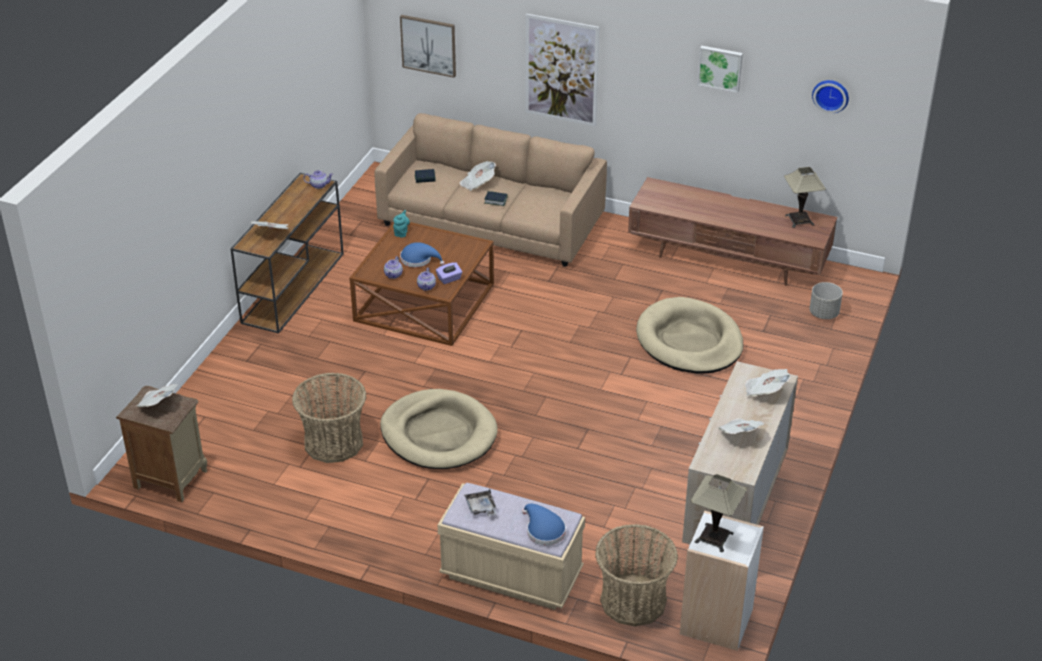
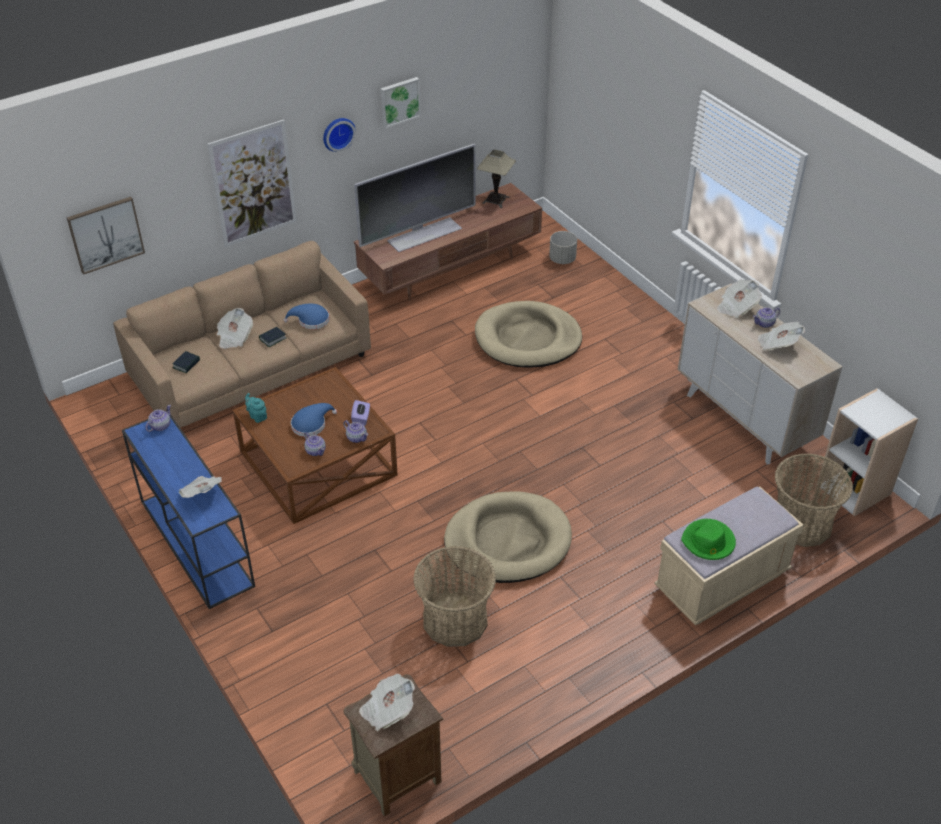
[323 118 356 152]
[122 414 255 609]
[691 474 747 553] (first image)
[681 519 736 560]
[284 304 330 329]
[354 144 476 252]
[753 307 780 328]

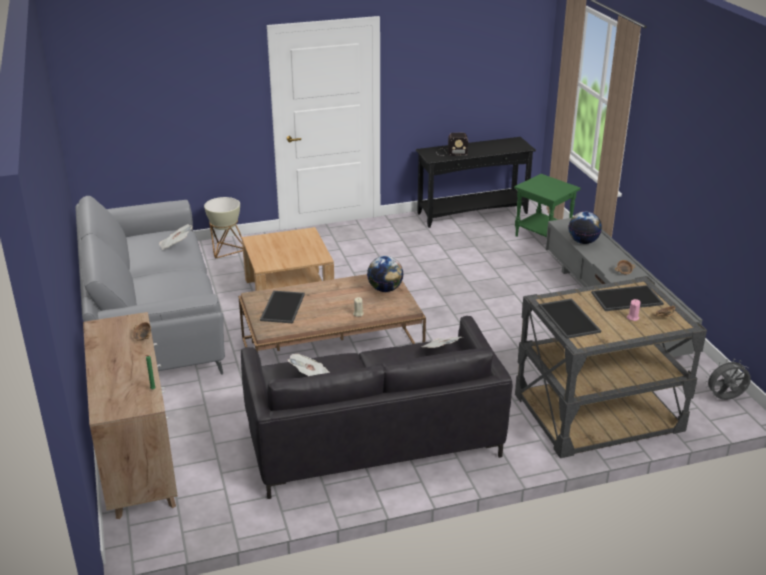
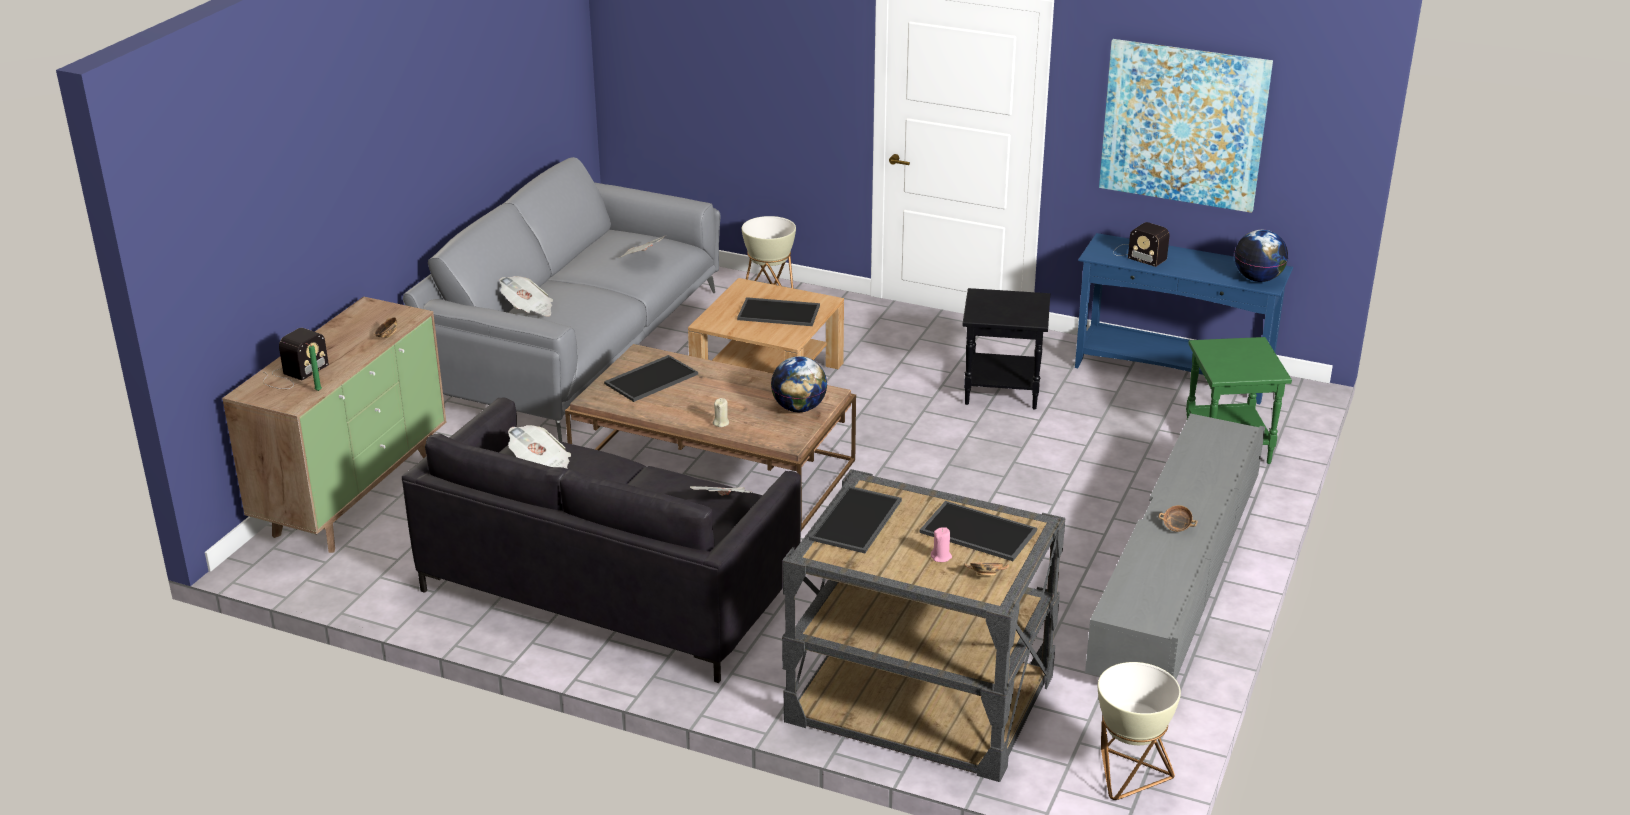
[1075 233 1293 404]
[1234 230 1288 282]
[1098 662 1181 800]
[1099 39 1273 213]
[499 276 553 316]
[962 288 1050 410]
[737 297 820 326]
[263 328 329 389]

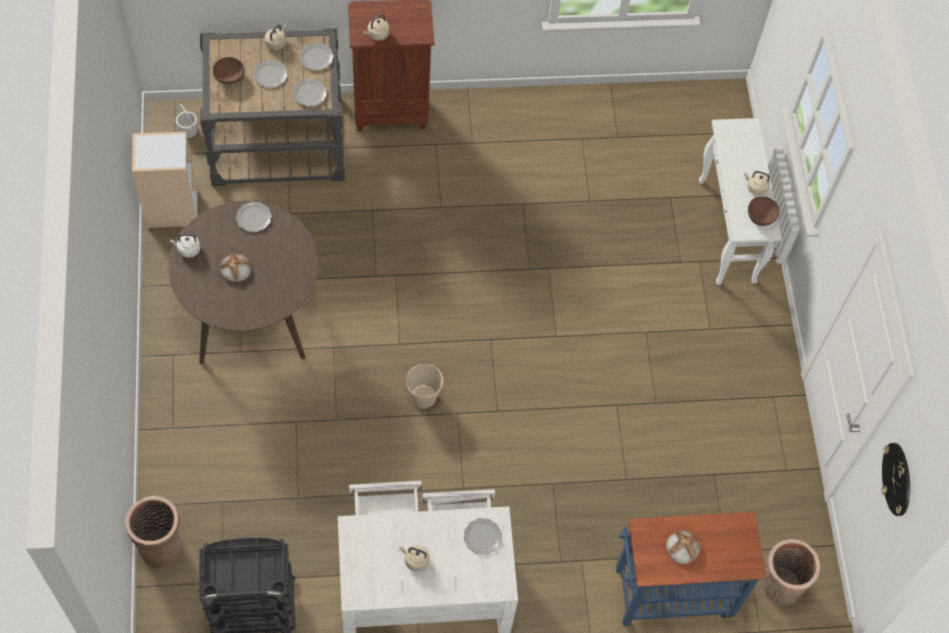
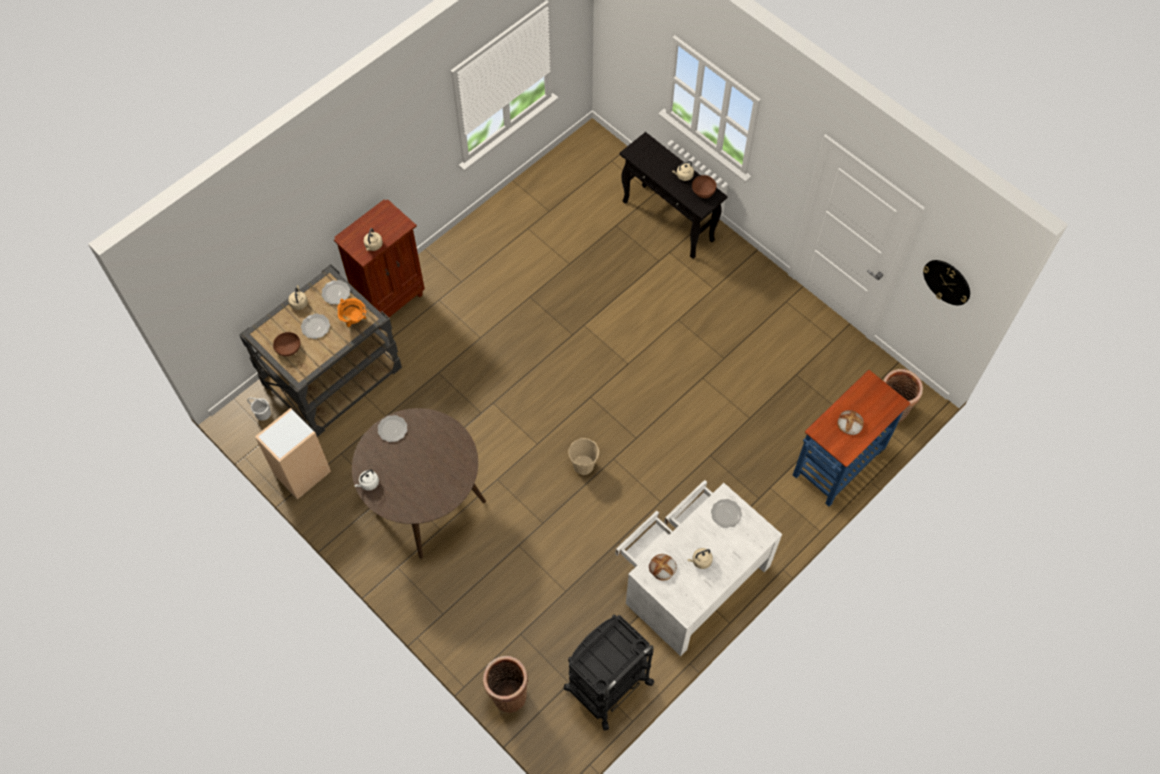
[337 298 367 327]
[620 132 727 259]
[649 554 677 581]

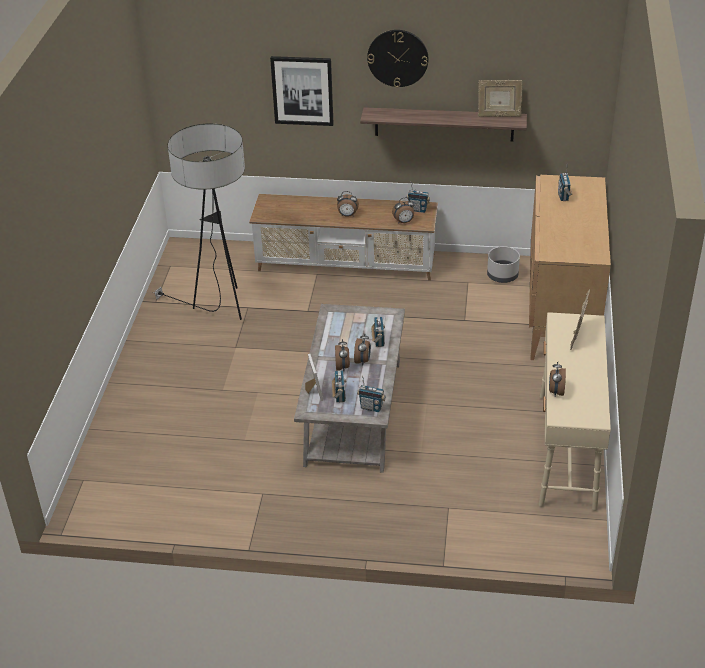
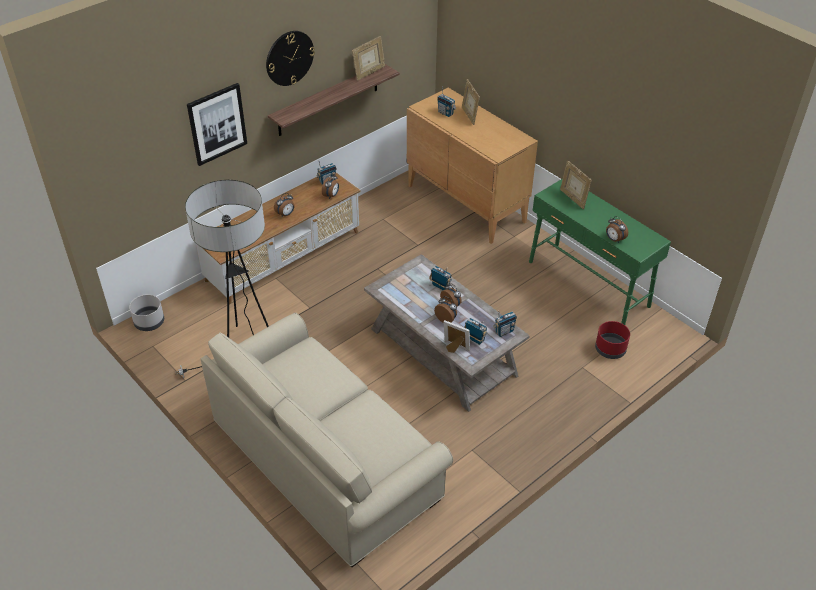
[129 294 164 331]
[529 179 671 325]
[462 79 480 125]
[201 312 453 567]
[595 321 630 359]

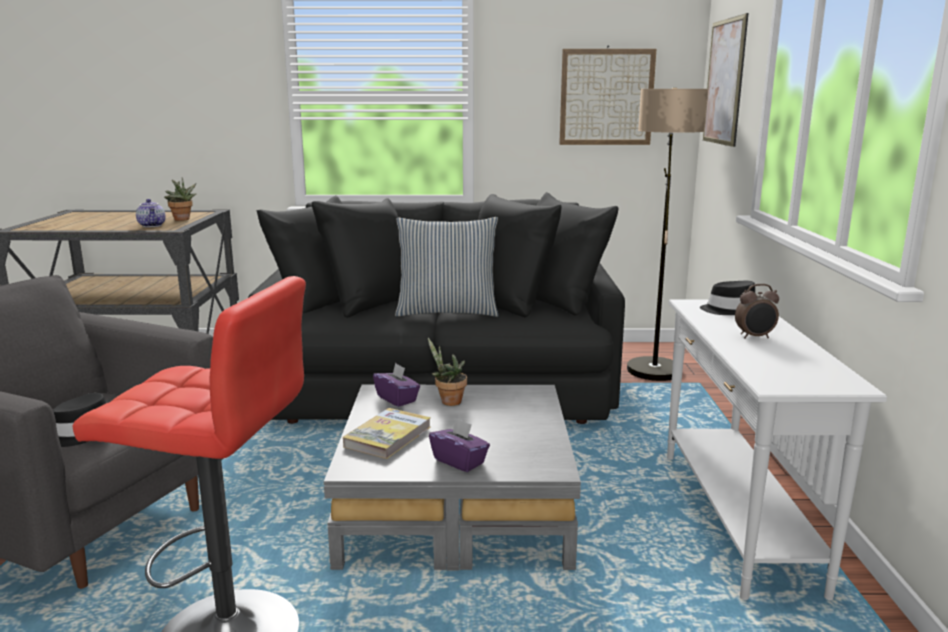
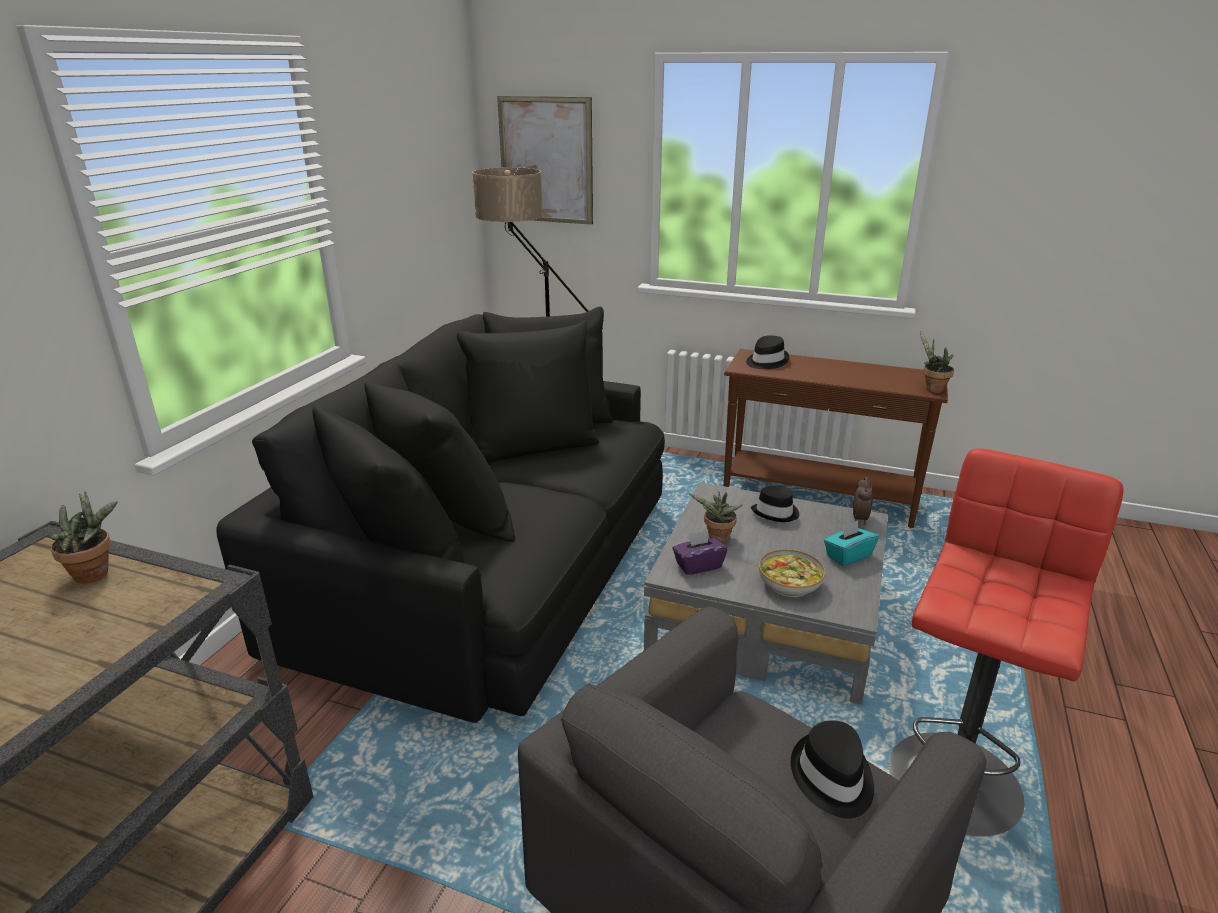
[559 45 656 145] (first image)
[136 199 166 227] (first image)
[395 217 499 317] (first image)
[853 477 873 525]
[723 349 948 528]
[759 549 825 597]
[824 520 879 566]
[920 331 954 393]
[751 485 799 522]

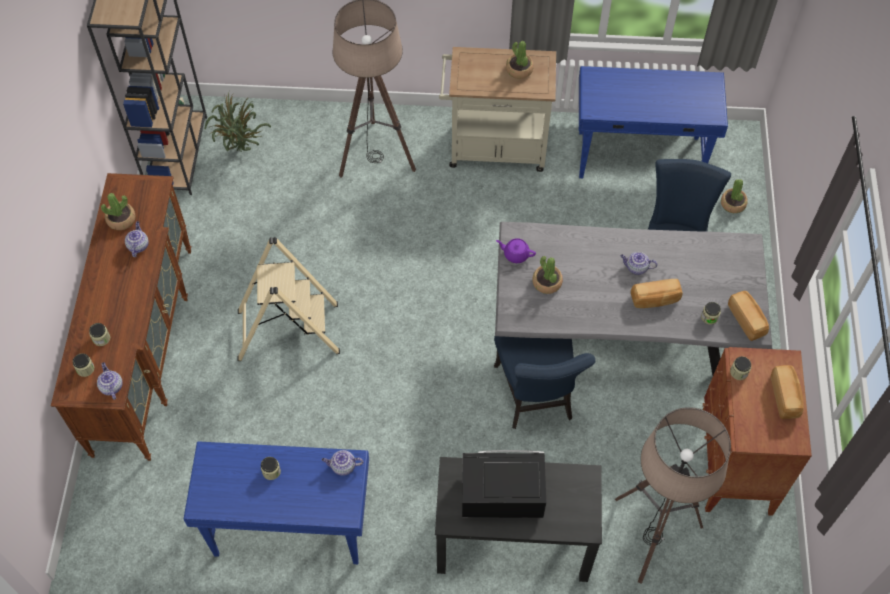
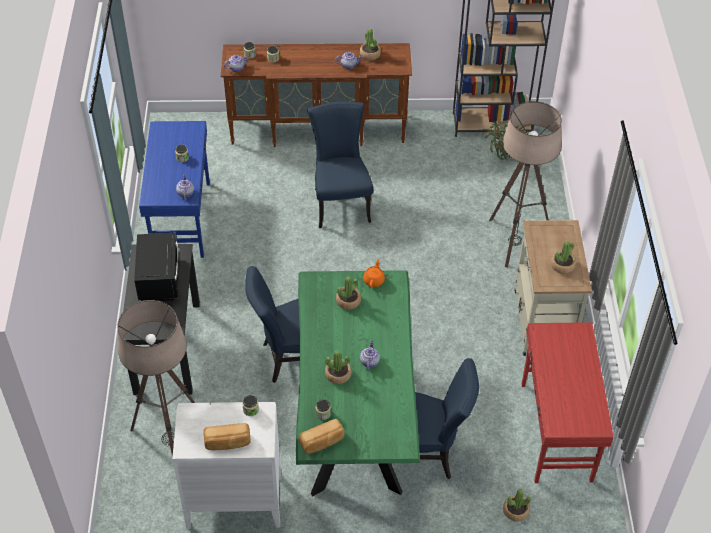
[522 322 614 483]
[296 270 420 496]
[307 102 373 228]
[363 259 385 288]
[325 351 352 384]
[172 402 281 529]

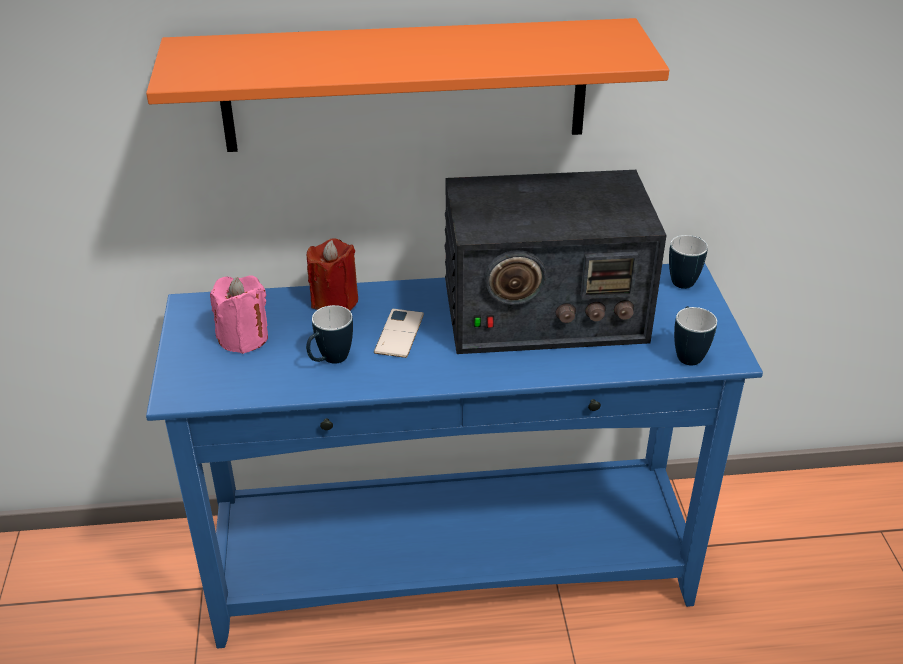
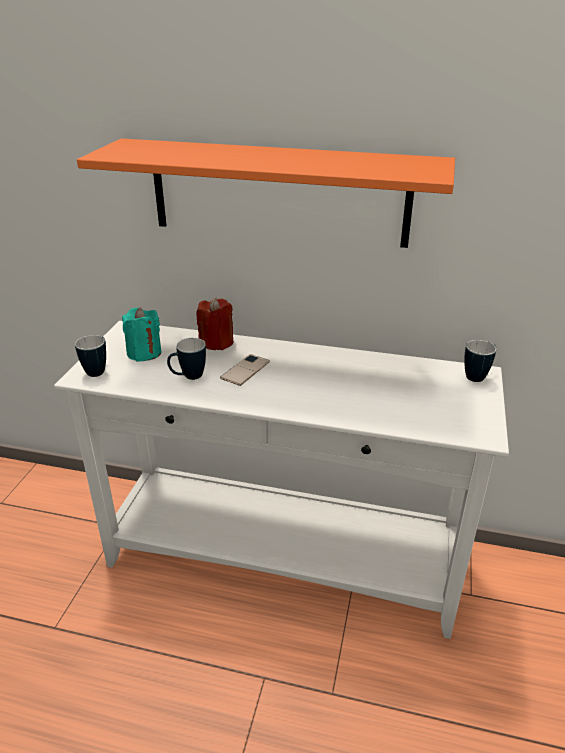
[444 170 667 354] (first image)
[54 321 509 639]
[122 307 162 362]
[75 335 106 377]

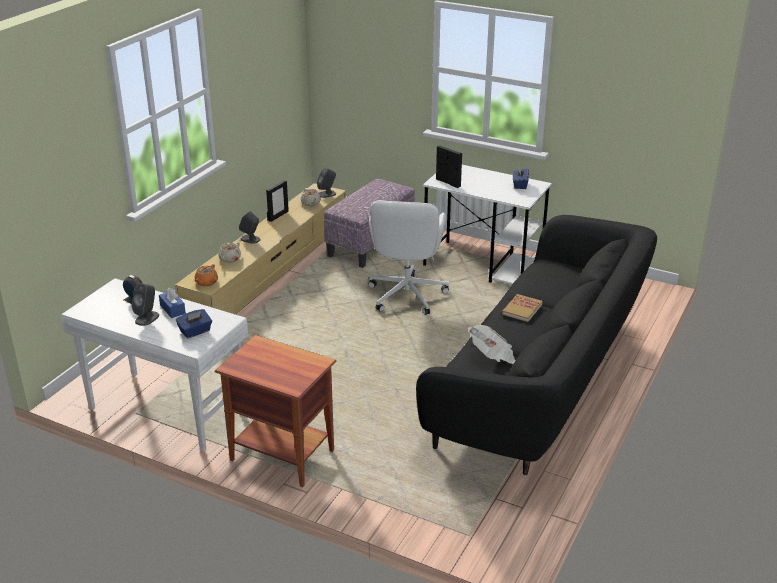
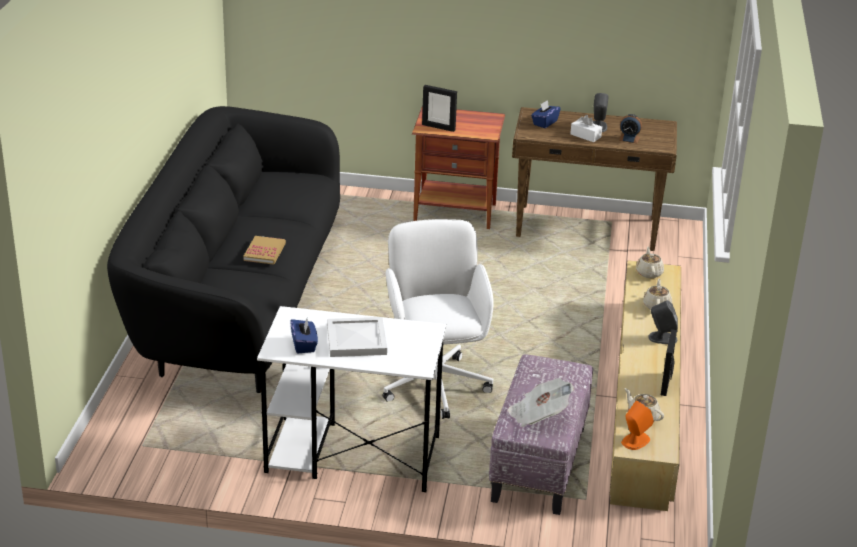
[422 85 457 132]
[621 401 654 450]
[636 247 664 278]
[512 107 677 251]
[570 115 602 142]
[508 378 574 427]
[327 317 387 357]

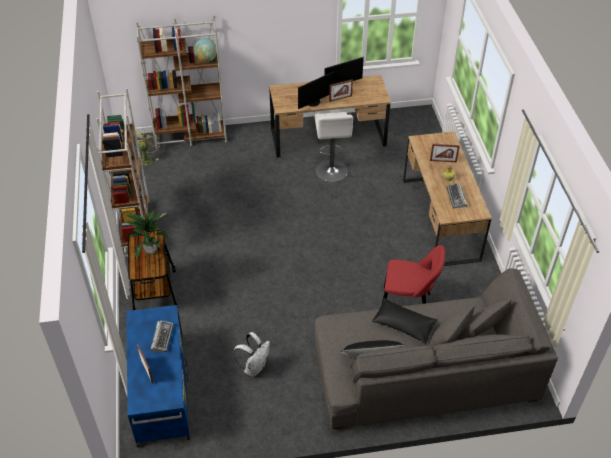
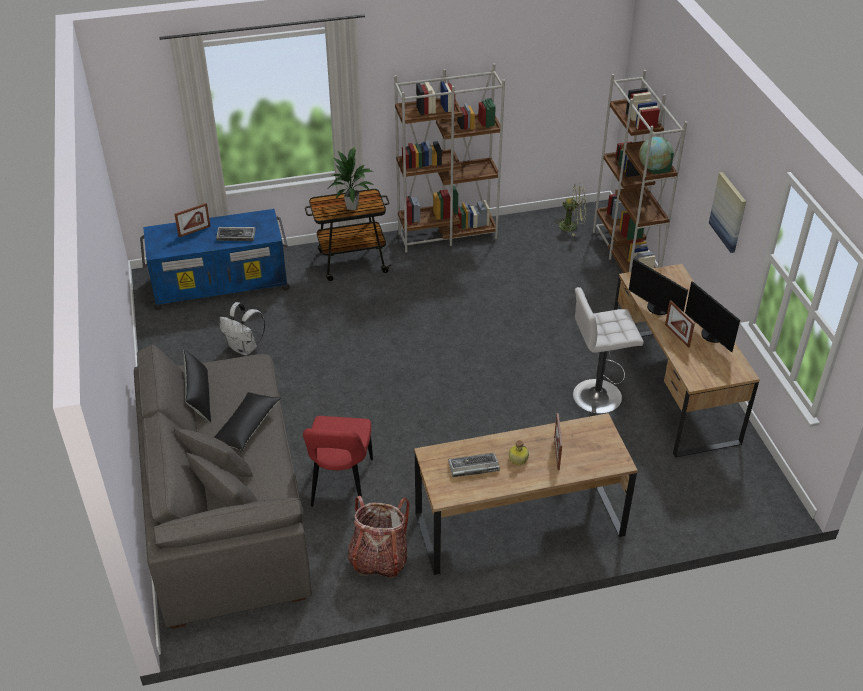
[709 172 746 253]
[348 496 409 578]

